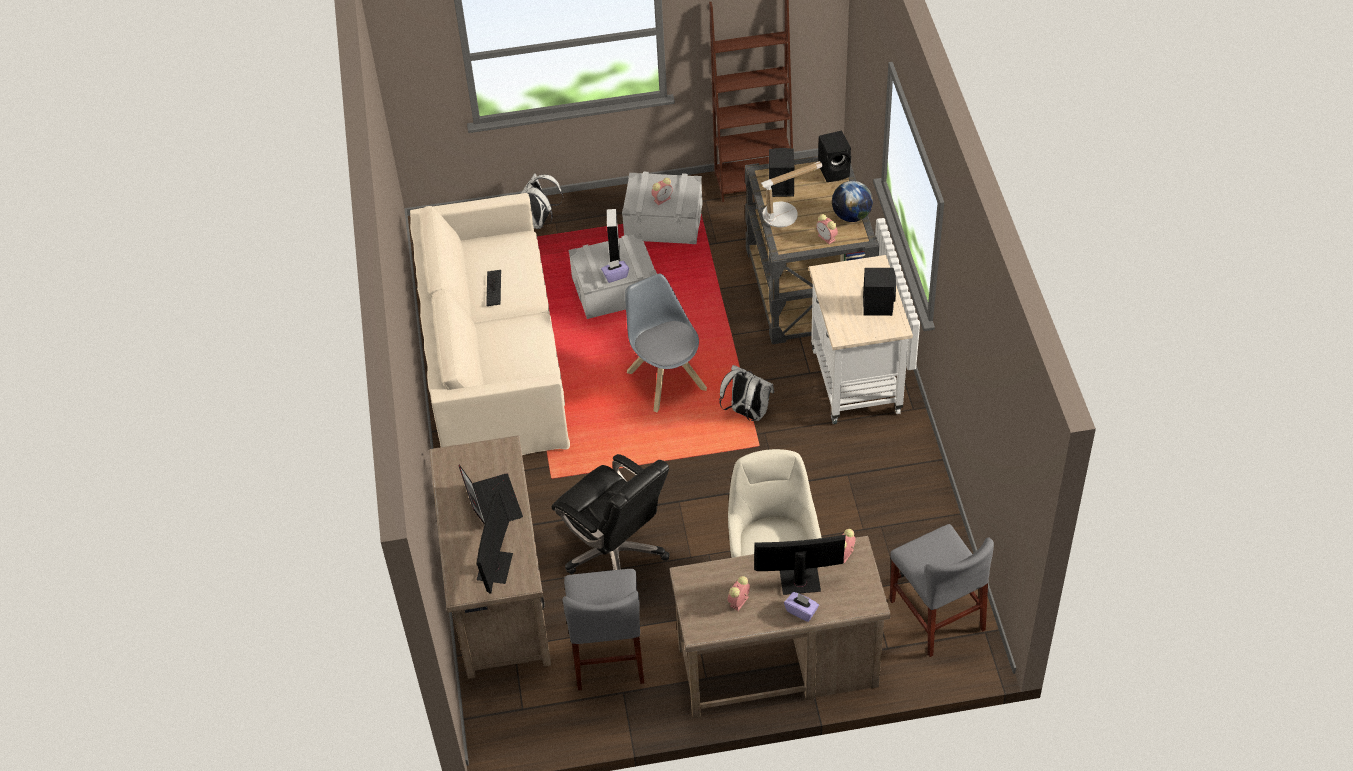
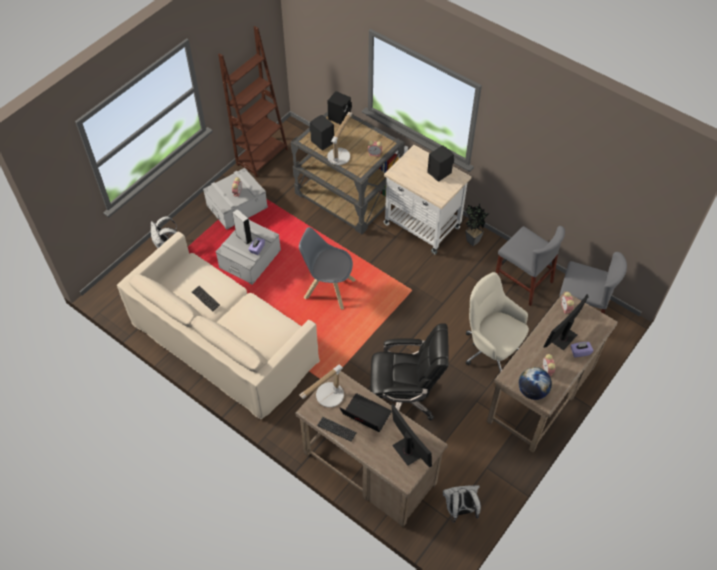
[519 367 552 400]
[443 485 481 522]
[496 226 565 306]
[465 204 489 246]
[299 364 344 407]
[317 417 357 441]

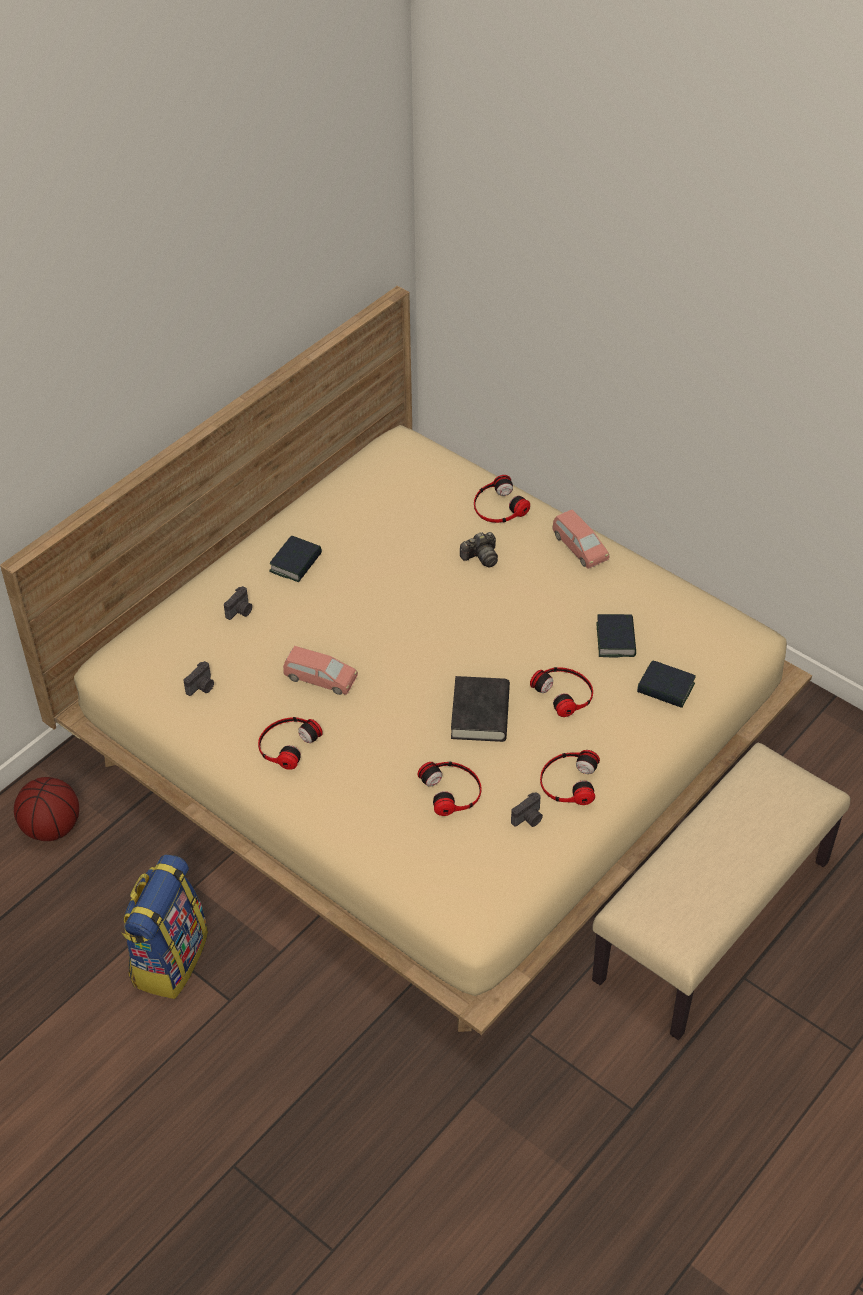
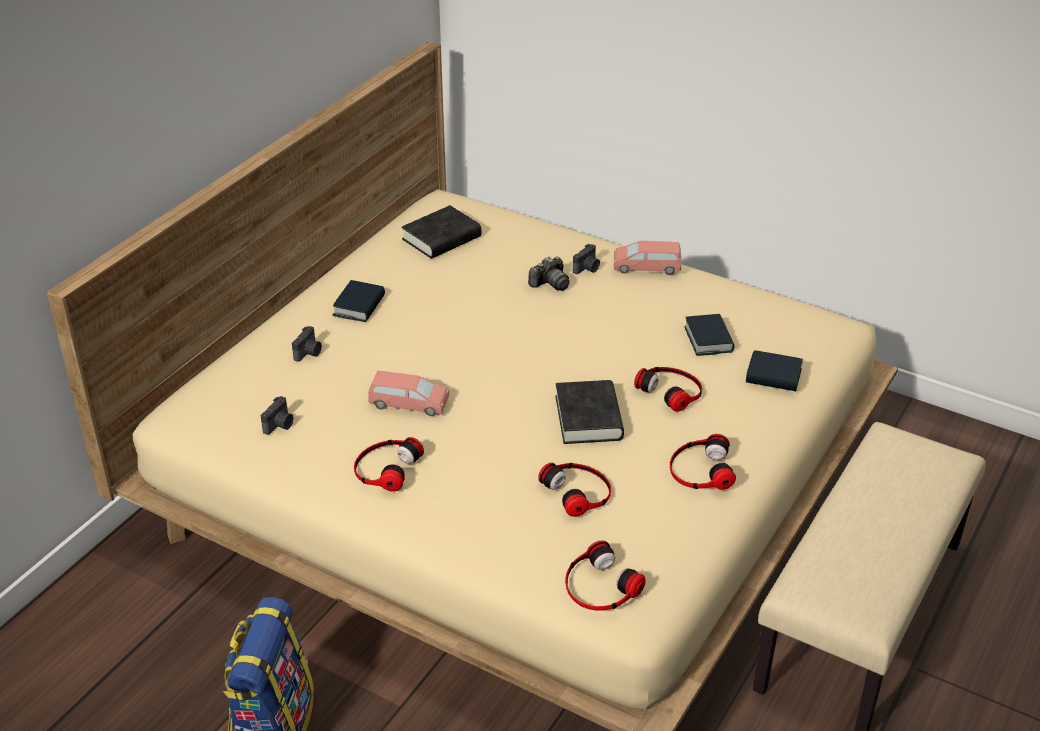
[565 541 645 611]
[614 241 682 275]
[14 777 79 841] (first image)
[573 244 600 274]
[401 205 481 259]

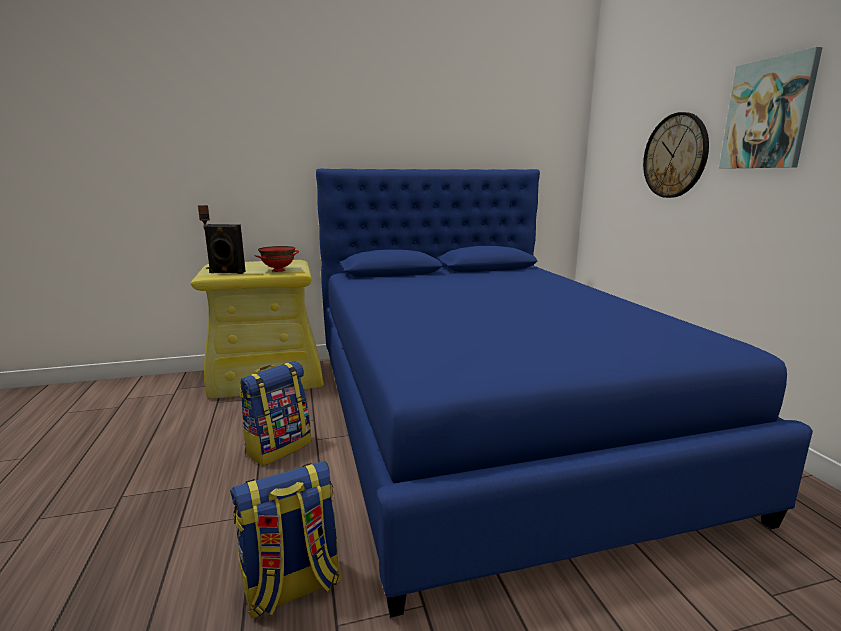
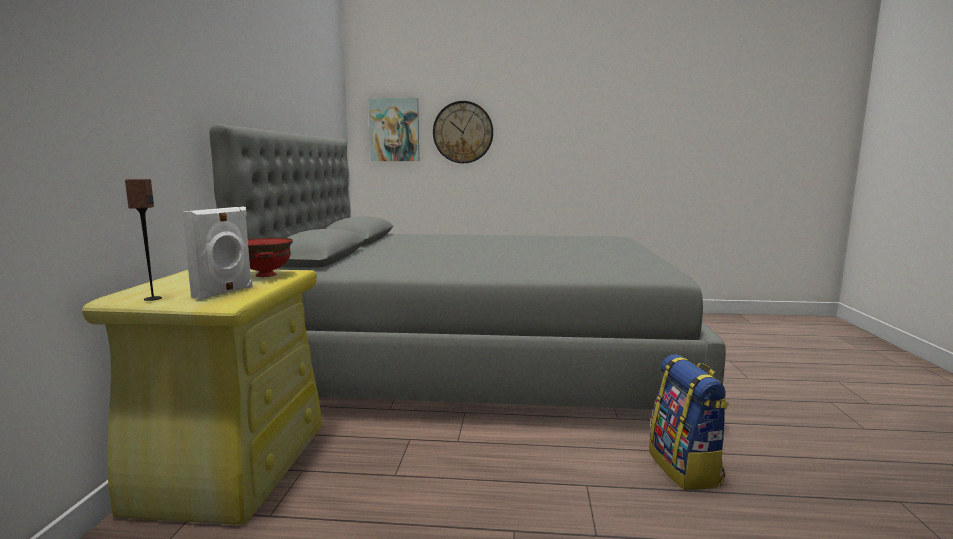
[368 98 419 161]
[209 124 726 410]
[182 207 253 300]
[239 361 311 466] (first image)

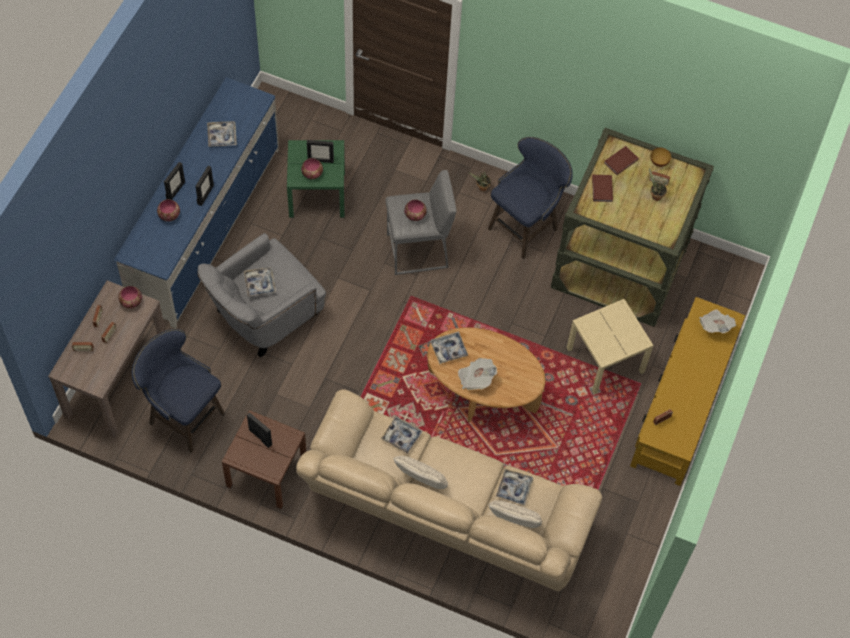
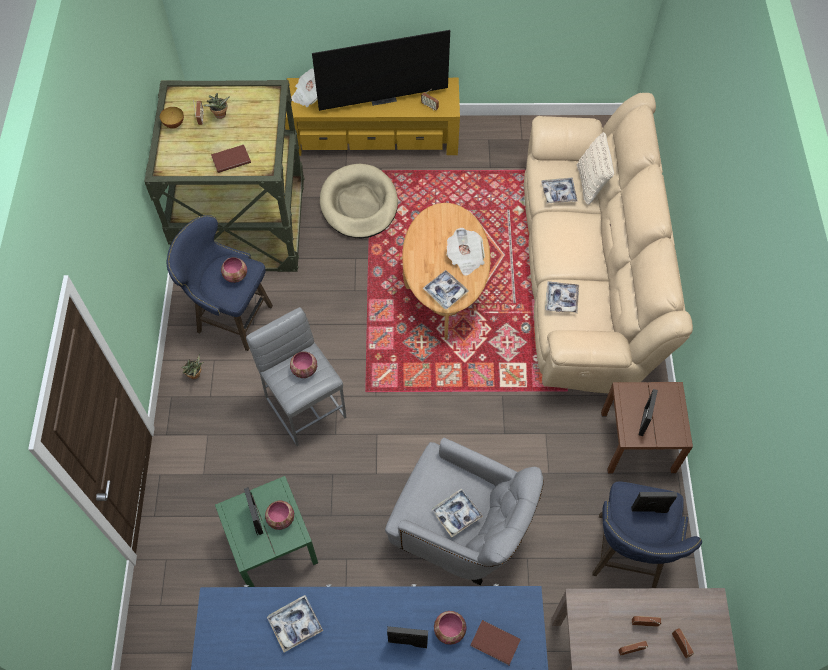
[470 620 521 665]
[631 492 677 513]
[221 257 247 283]
[320 164 398 238]
[393 455 448 489] (first image)
[312 30 450 111]

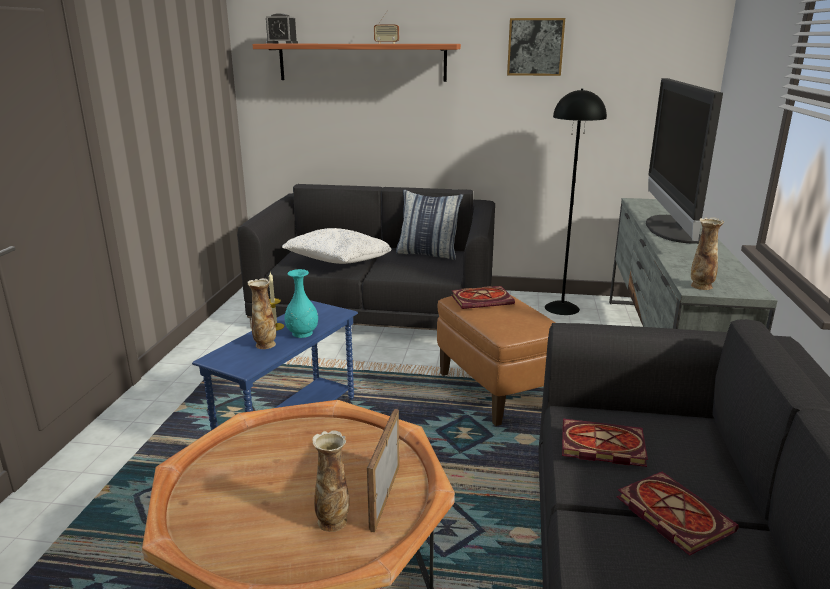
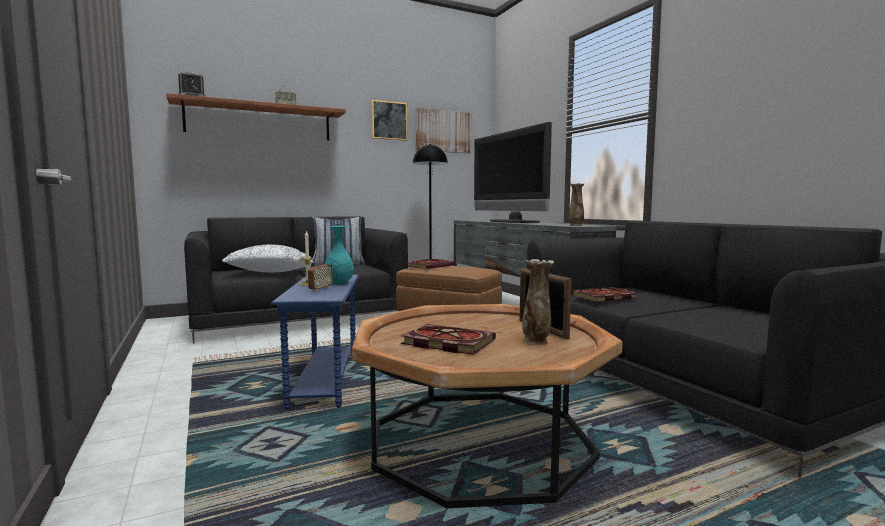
[308 248 333 291]
[401 324 496 355]
[416 108 471 153]

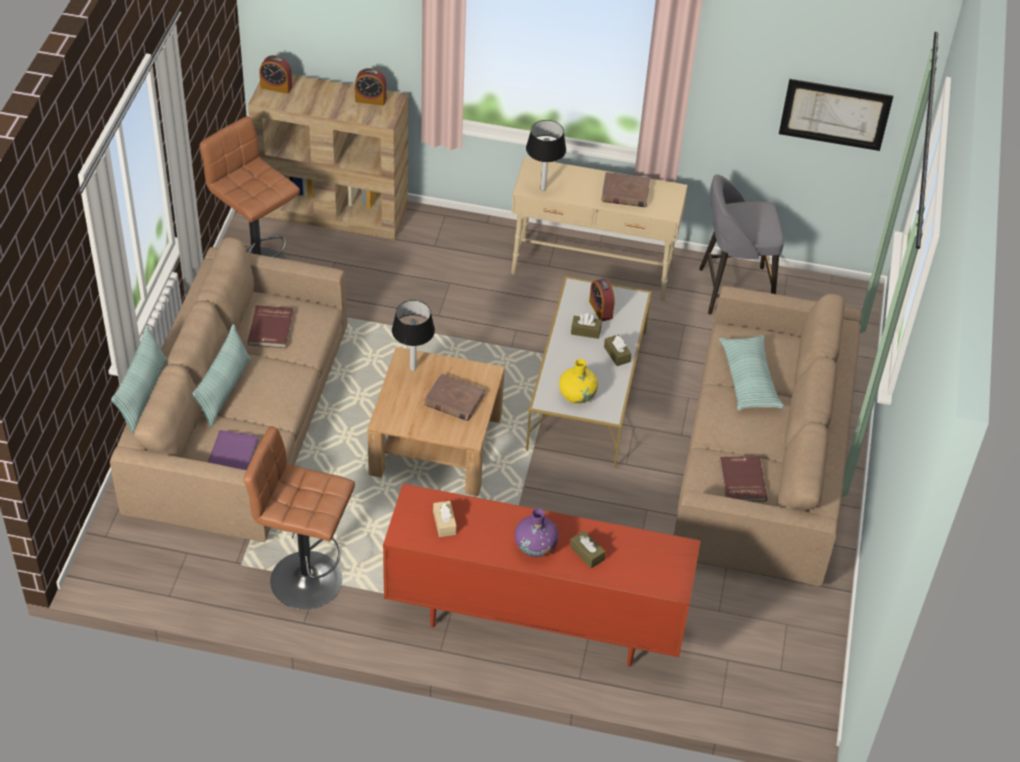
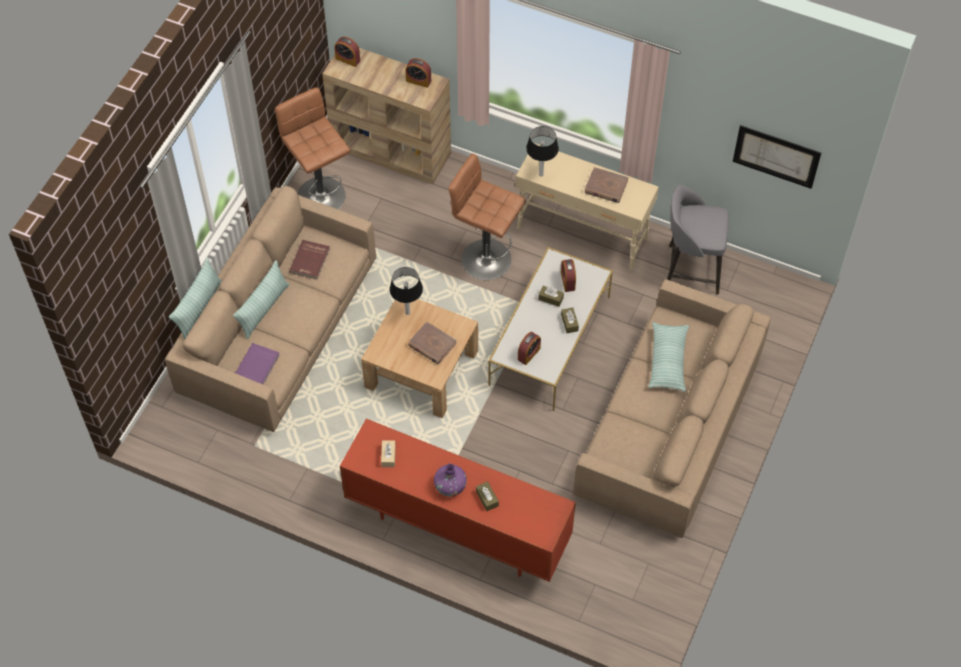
[518 332 541 365]
[448 153 525 280]
[719 456 767 502] (first image)

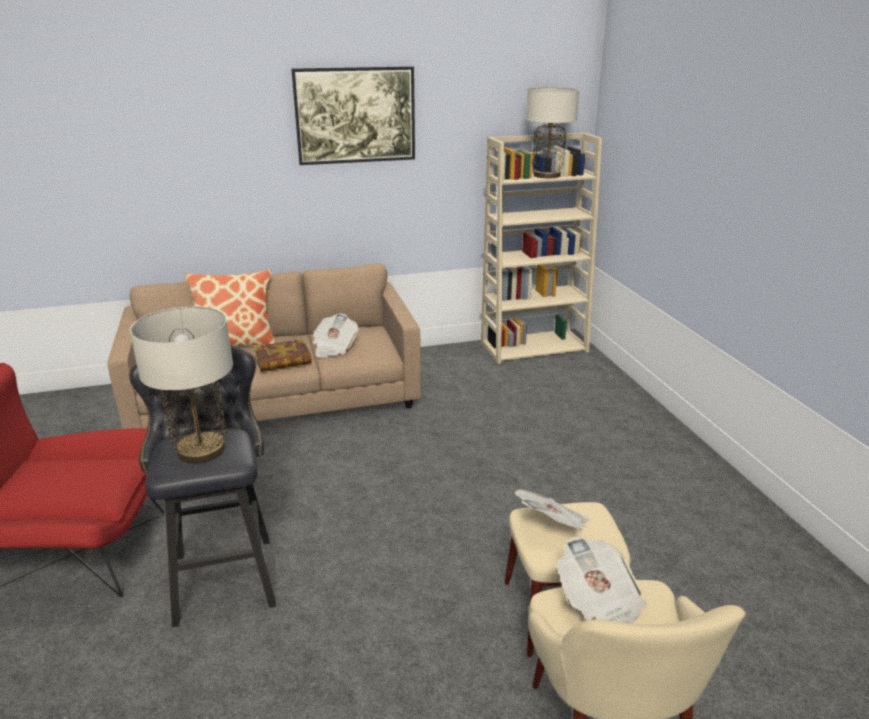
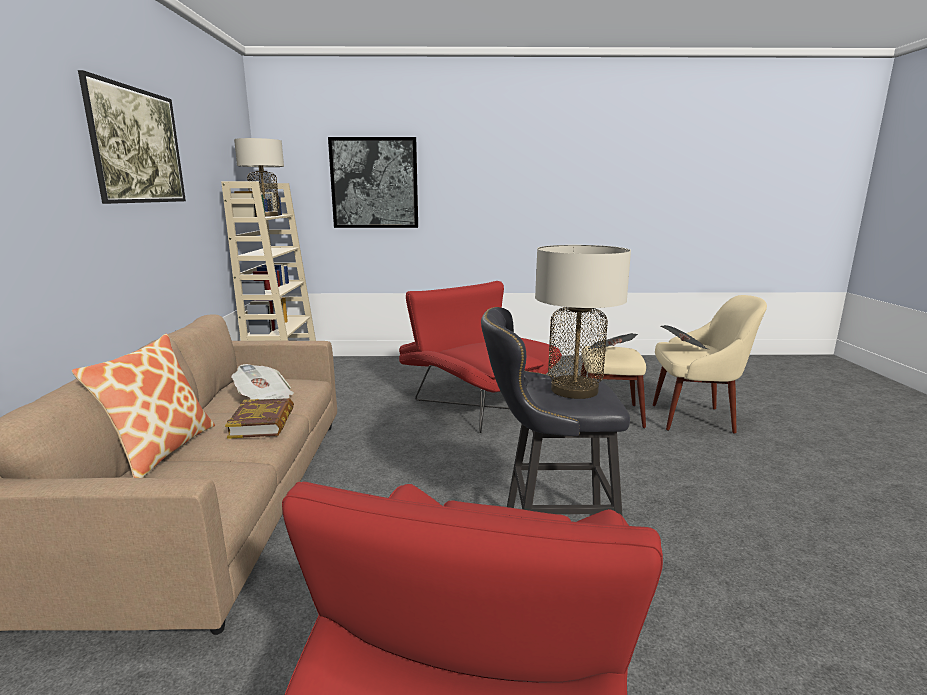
[328 137 418 228]
[399 281 561 433]

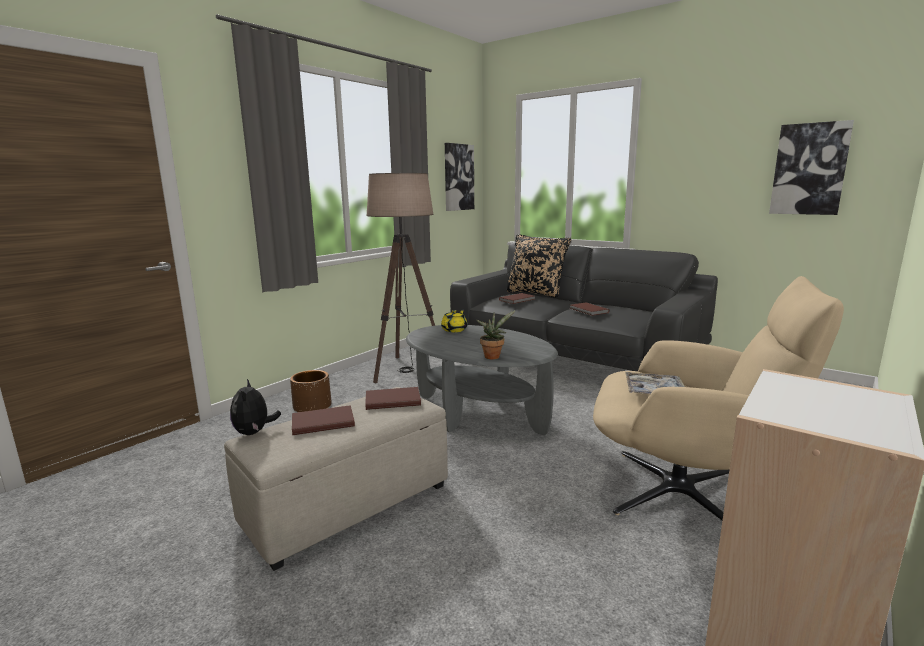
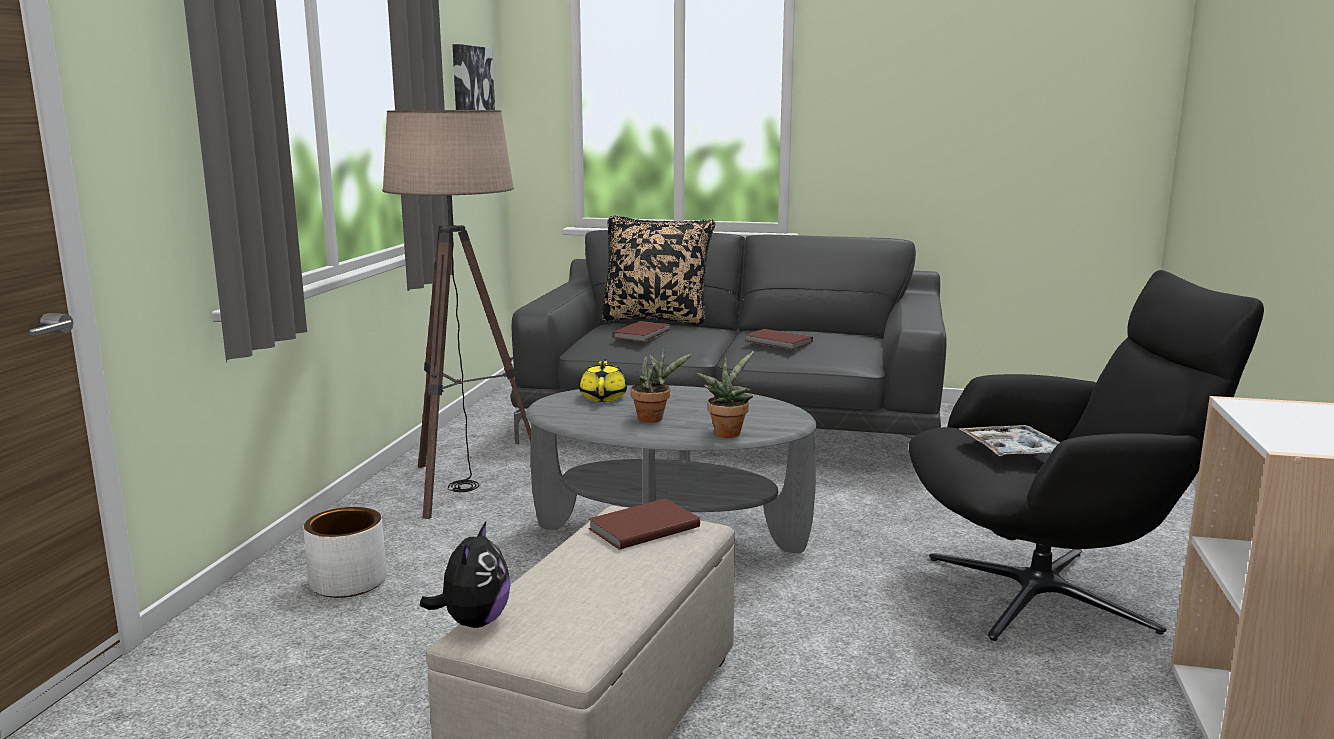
[769 120 854 215] (first image)
[909 270 1264 641]
[303 507 387 598]
[420 521 511 628]
[292 405 355 435] (first image)
[631 347 692 423]

